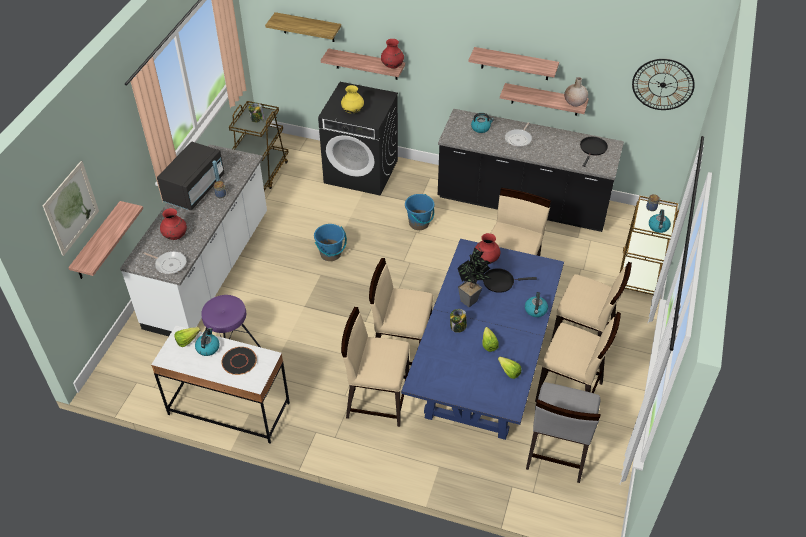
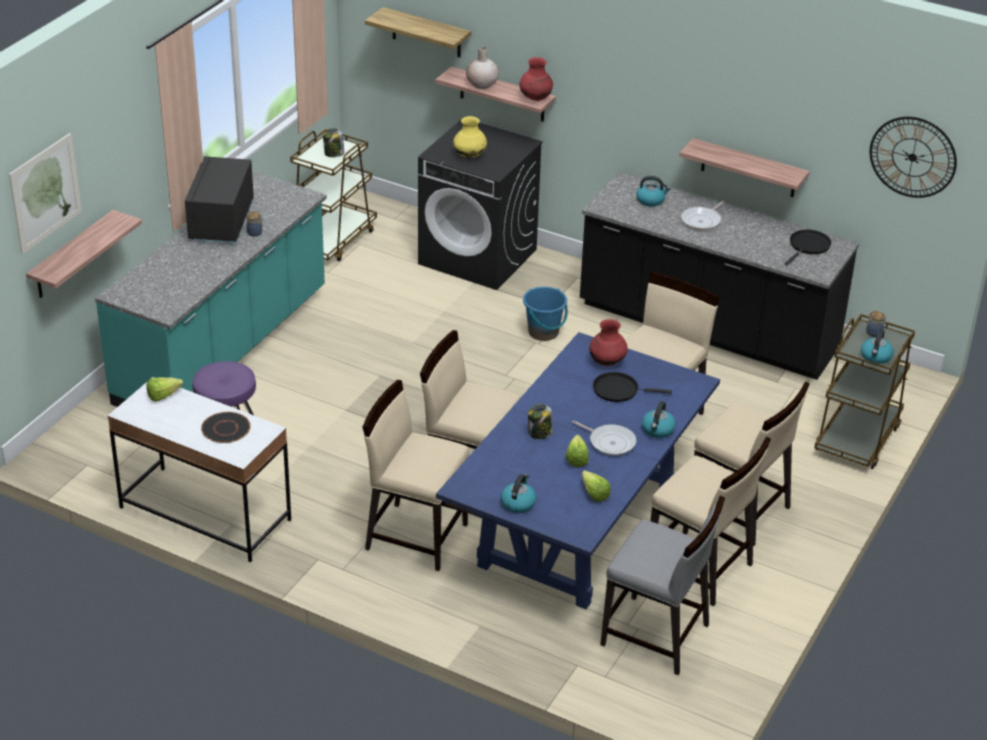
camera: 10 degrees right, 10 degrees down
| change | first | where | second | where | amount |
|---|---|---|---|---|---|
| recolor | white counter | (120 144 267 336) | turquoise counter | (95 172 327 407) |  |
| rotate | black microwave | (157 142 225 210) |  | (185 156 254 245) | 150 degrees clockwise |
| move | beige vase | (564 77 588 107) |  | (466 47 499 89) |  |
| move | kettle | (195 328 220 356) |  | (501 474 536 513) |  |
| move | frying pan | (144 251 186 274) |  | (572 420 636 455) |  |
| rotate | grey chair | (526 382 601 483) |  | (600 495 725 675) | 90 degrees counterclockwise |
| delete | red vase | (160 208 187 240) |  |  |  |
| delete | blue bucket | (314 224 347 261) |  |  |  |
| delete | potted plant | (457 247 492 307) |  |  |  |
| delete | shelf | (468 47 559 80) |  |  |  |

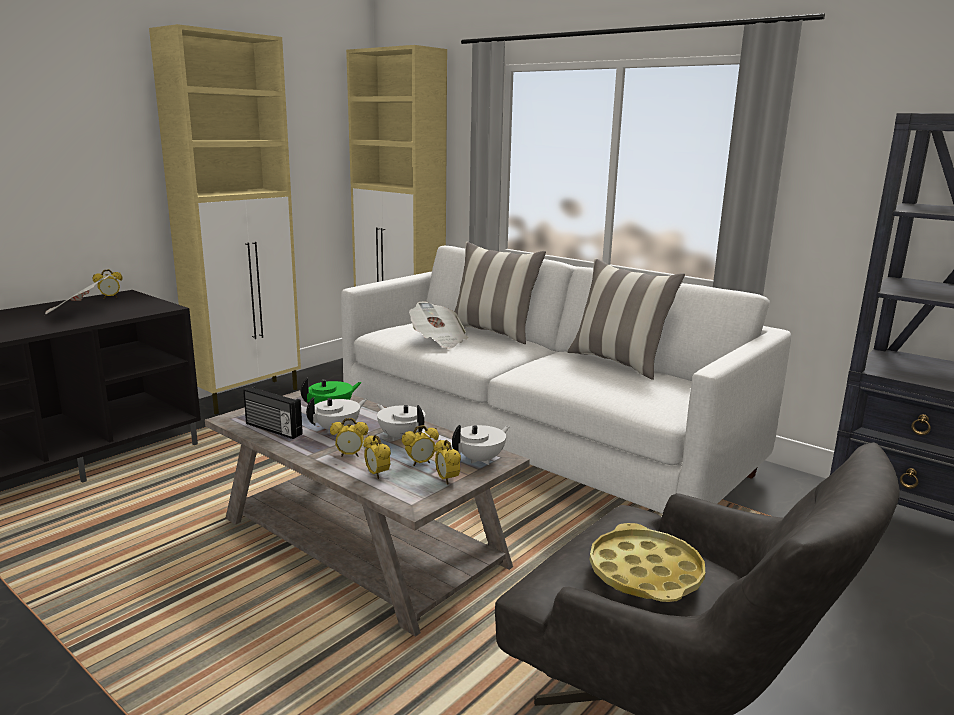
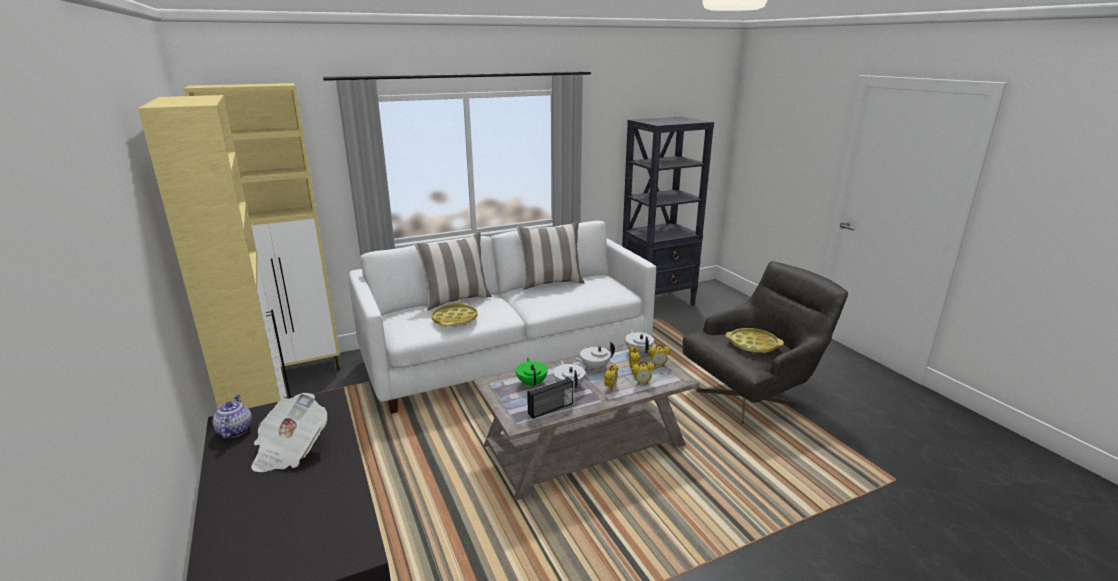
camera: 65 degrees left, 5 degrees up
| change | first | where | second | where | amount |
|---|---|---|---|---|---|
| replace | alarm clock | (92 269 122 299) | teapot | (213 395 252 438) |  |
| replace | newspaper | (409 301 468 349) | yellow tray | (432 302 477 327) |  |

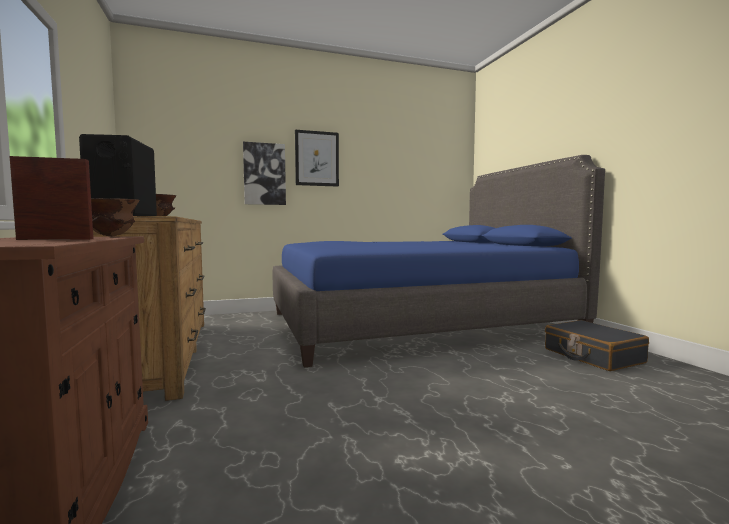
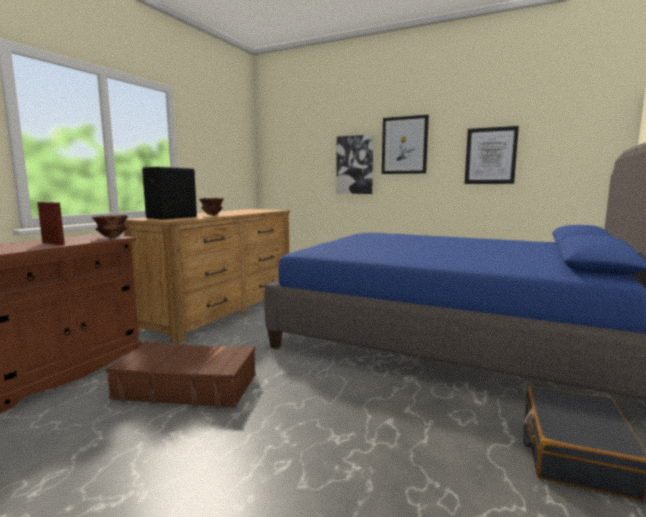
camera: 45 degrees right, 5 degrees up
| change | first | where | second | where | amount |
|---|---|---|---|---|---|
| insert |  |  | brown suitcase | (106 341 256 408) |  |
| insert |  |  | picture | (465 126 519 184) |  |

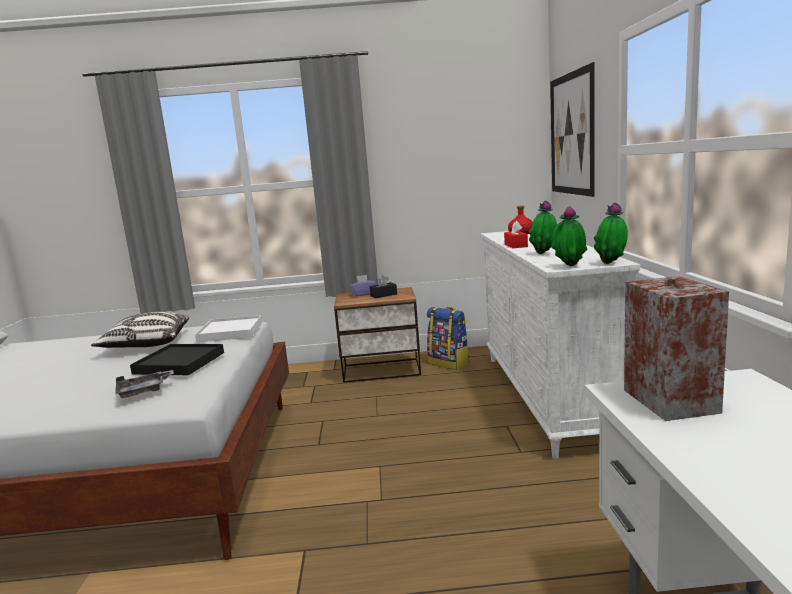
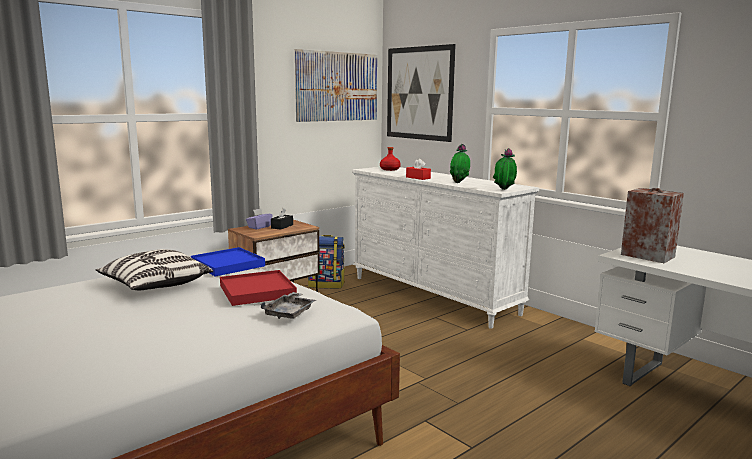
camera: 40 degrees left, 0 degrees up
| change | first | where | second | where | amount |
|---|---|---|---|---|---|
| recolor | white tray | (195 315 262 342) | blue tray | (191 247 265 277) |  |
| recolor | black tray | (130 344 224 375) | red tray | (220 270 297 306) |  |
| insert |  |  | picture | (295 49 377 122) |  |
| delete | potted plant | (594 202 628 264) |  |  |  |

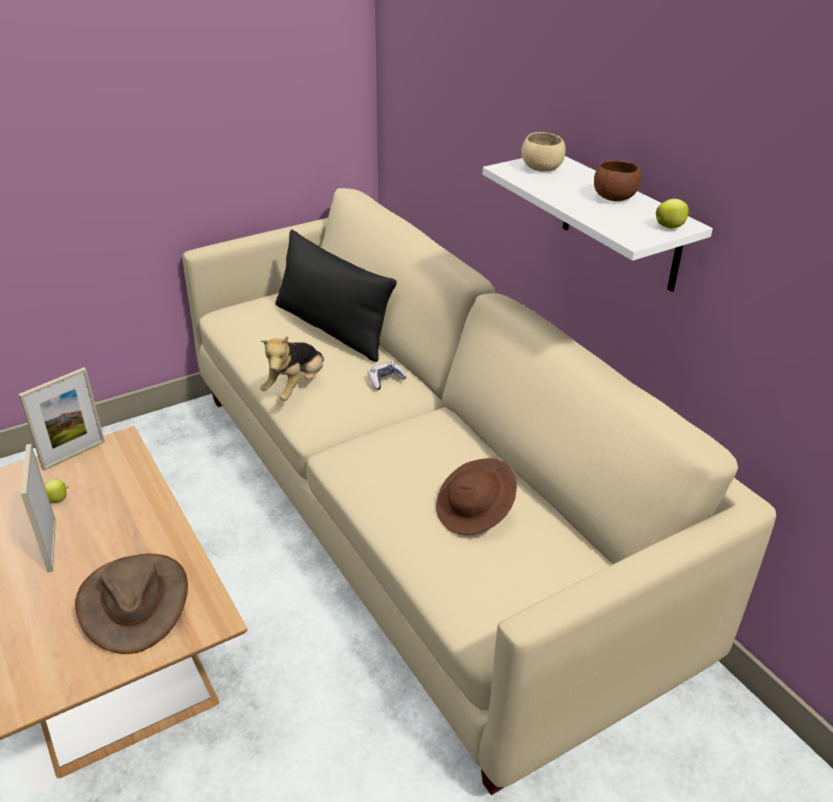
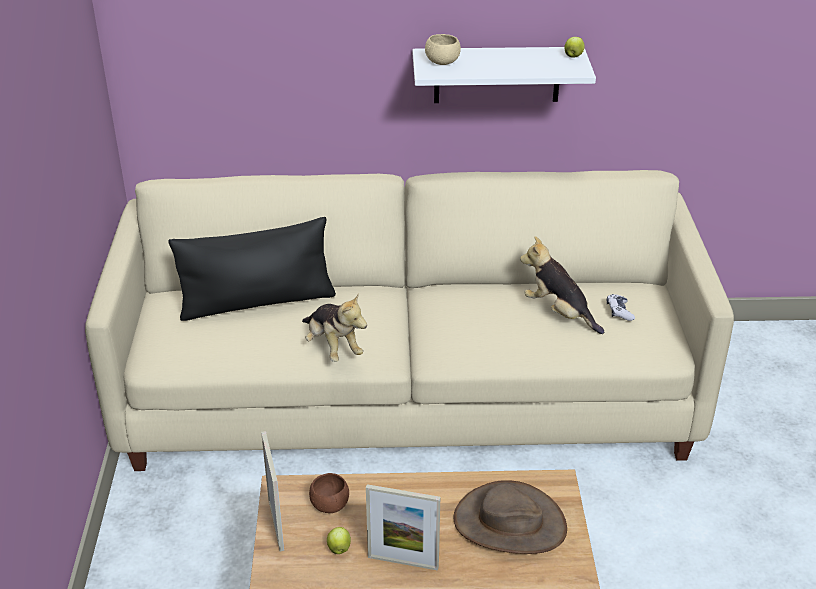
camera: 60 degrees left, 0 degrees up
| change | first | where | second | where | amount |
|---|---|---|---|---|---|
| move | brown bowl | (594 160 641 201) |  | (309 473 349 513) |  |
| replace | brown hat | (436 458 517 535) | plush toy | (520 236 604 334) |  |
| move | game controller | (368 361 407 390) |  | (606 294 635 321) |  |

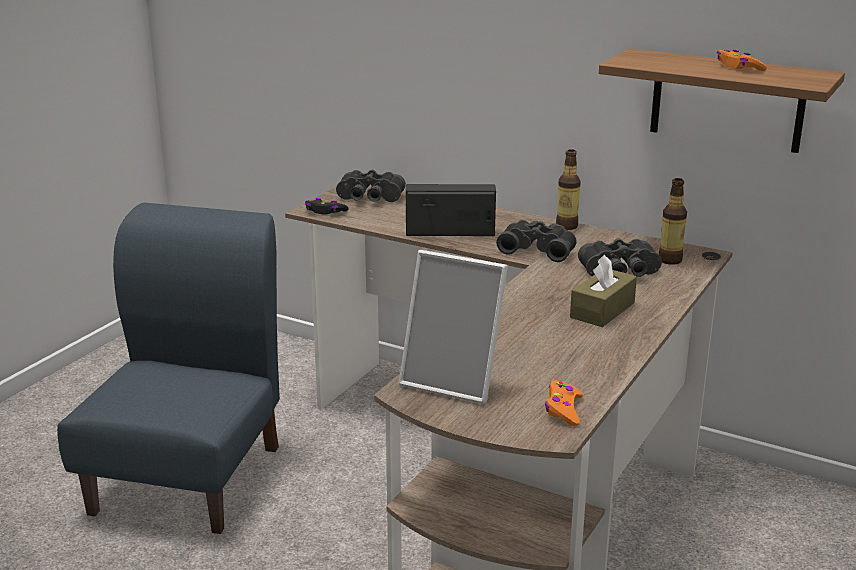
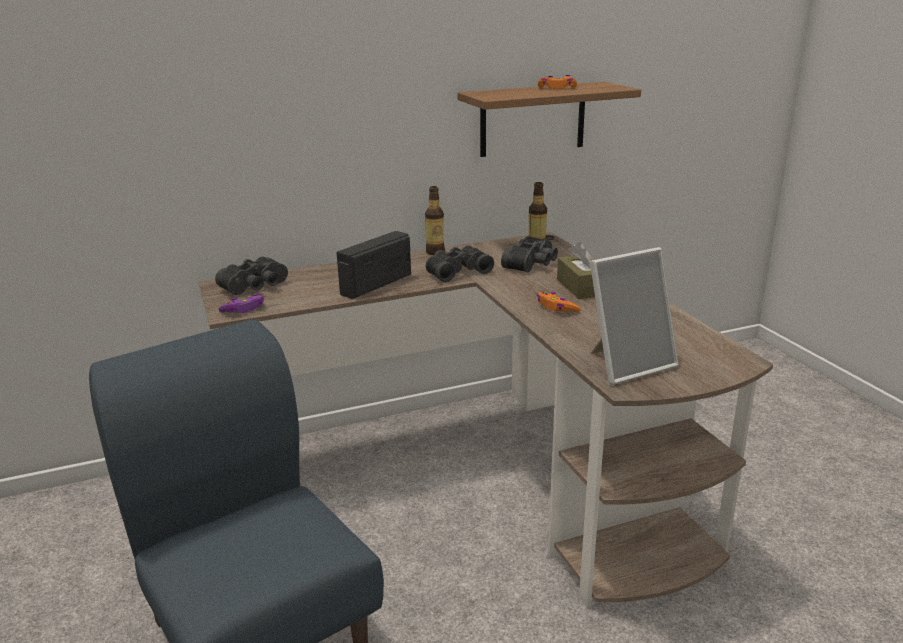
camera: 50 degrees left, 0 degrees up
| change | first | where | second | where | amount |
|---|---|---|---|---|---|
| recolor | black game controller | (305 198 349 215) | purple game controller | (219 294 264 313) |  |
| move | orange game controller | (545 380 583 426) |  | (537 292 581 312) |  |

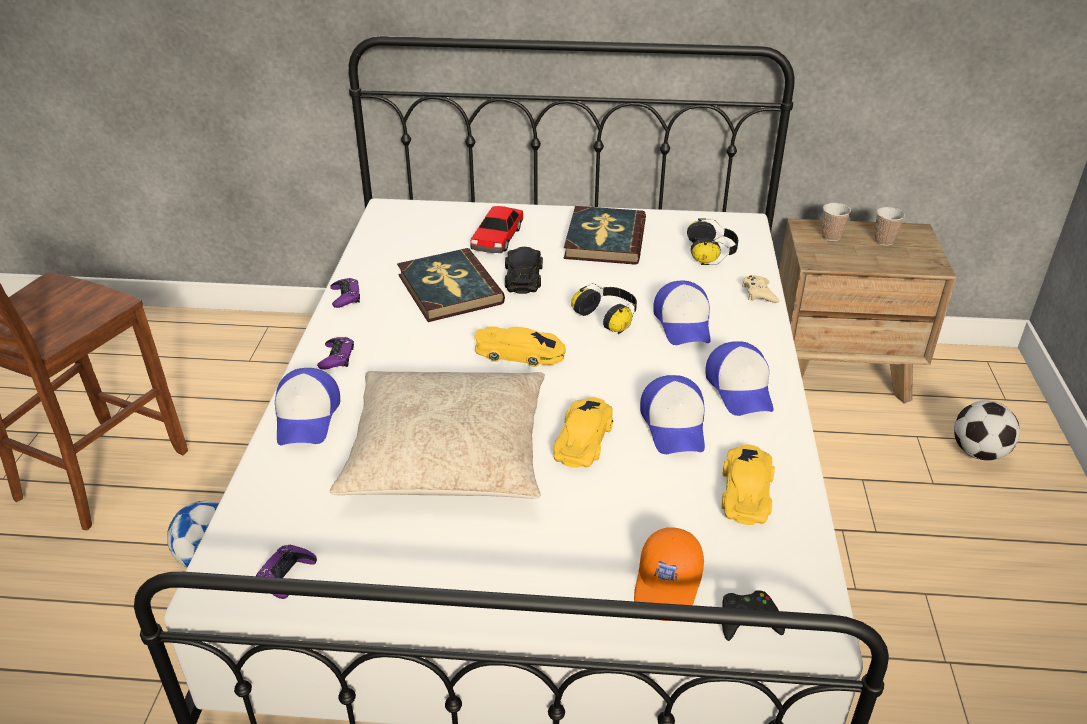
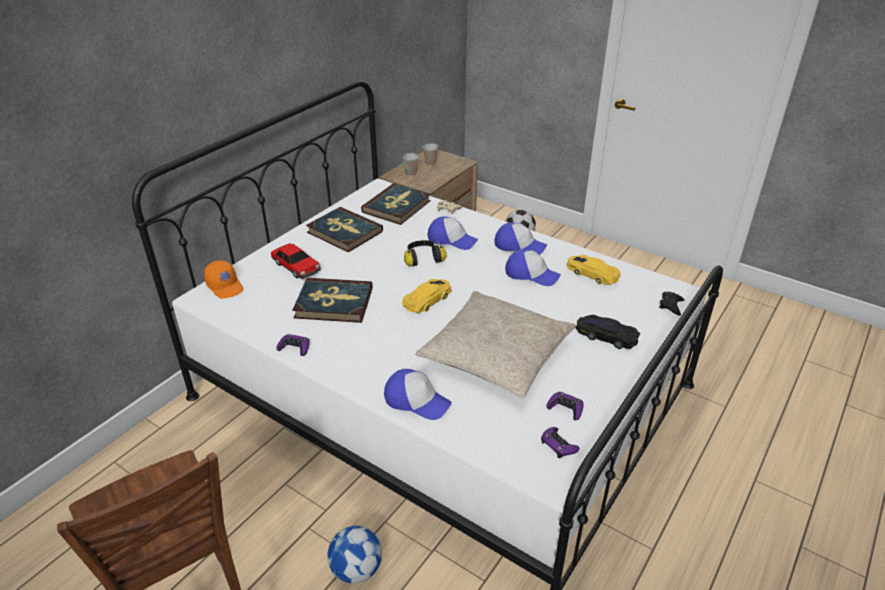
camera: 60 degrees left, 0 degrees up
| change | first | where | second | where | amount |
|---|---|---|---|---|---|
| move | orange cap | (634 527 704 621) |  | (204 260 244 299) |  |
| replace | headphones | (687 218 738 265) | book | (361 183 431 225) |  |
| move | purple game controller | (317 337 354 370) |  | (546 392 584 421) |  |
| move | black toy car | (505 247 543 294) |  | (575 315 640 349) |  |
| delete | yellow toy car | (554 397 613 468) |  |  |  |

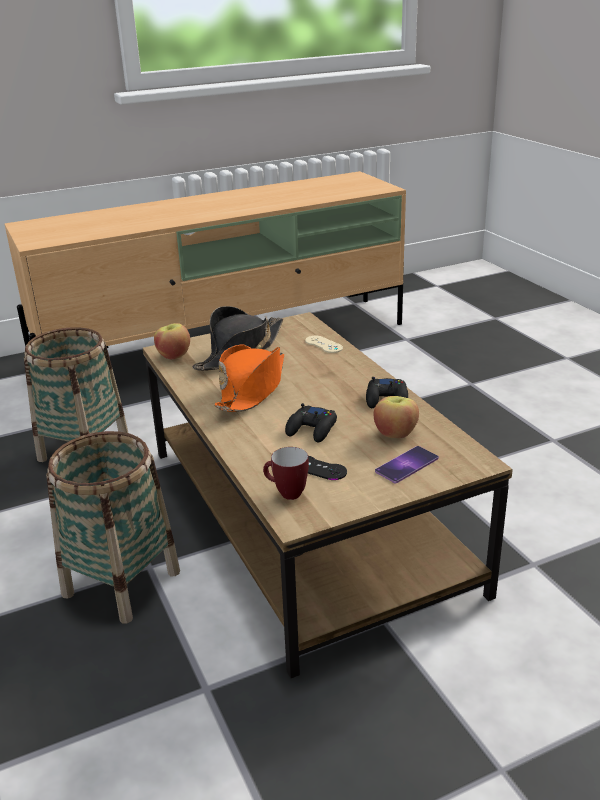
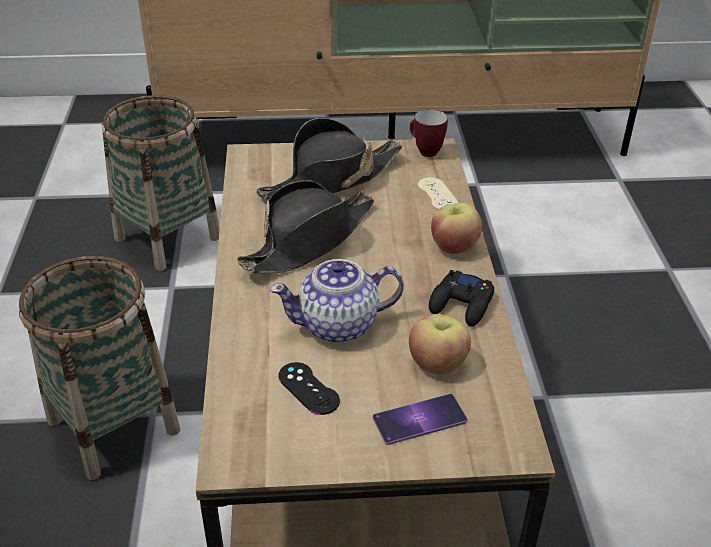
camera: 20 degrees right, 10 degrees up
| change | first | where | second | where | amount |
|---|---|---|---|---|---|
| recolor | orange hat | (214 344 284 412) | black hat | (237 180 374 274) |  |
| replace | black game controller | (285 403 337 442) | teapot | (269 259 404 343) |  |
| move | mug | (263 447 309 500) |  | (410 109 448 157) |  |
| move | apple | (154 323 190 359) |  | (431 203 482 254) |  |

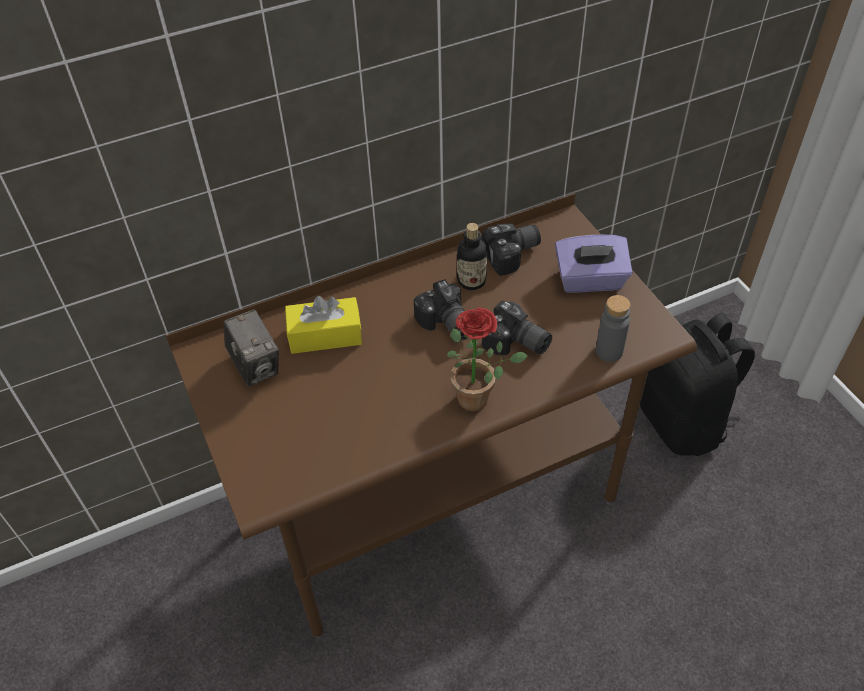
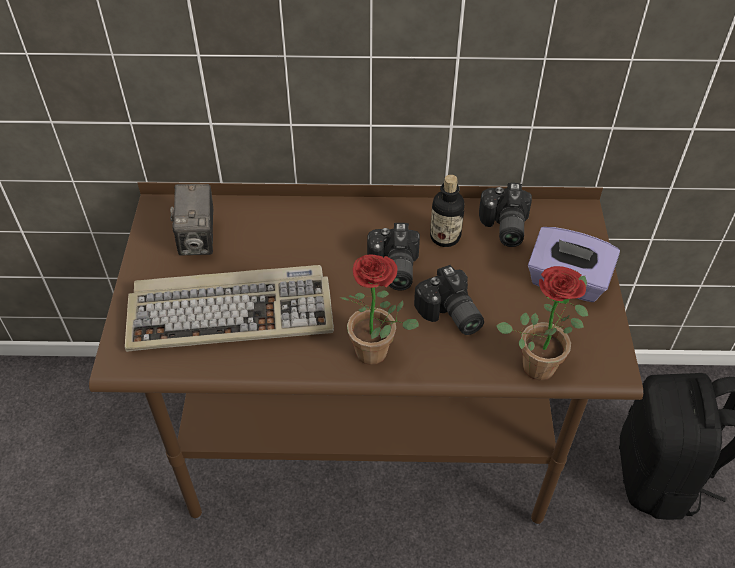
camera: 25 degrees right, 0 degrees up
| change | first | where | second | where | amount |
|---|---|---|---|---|---|
| insert |  |  | keyboard | (125 265 334 352) |  |
| rotate | photo camera | (482 224 541 276) |  | (479 183 532 247) | 90 degrees clockwise |
| replace | grey bottle | (595 295 630 362) | potted plant | (496 266 588 381) |  |
| delete | yellow tissue box | (285 296 362 354) |  |  |  |

